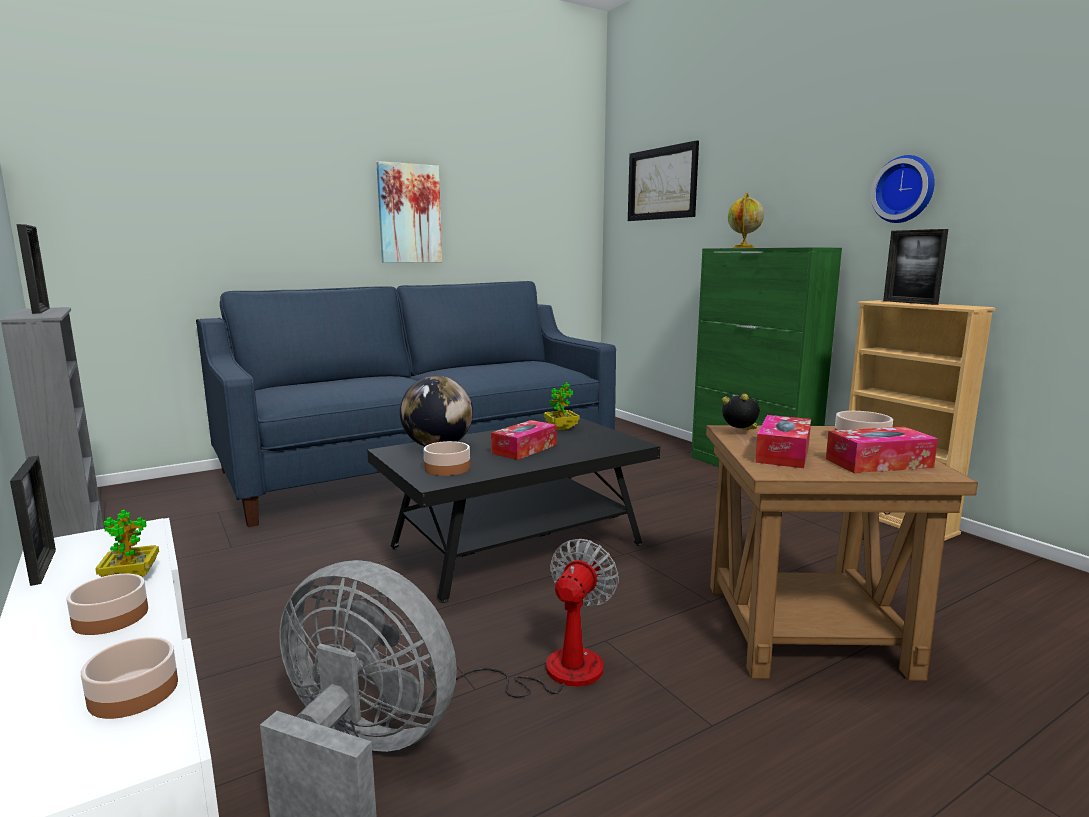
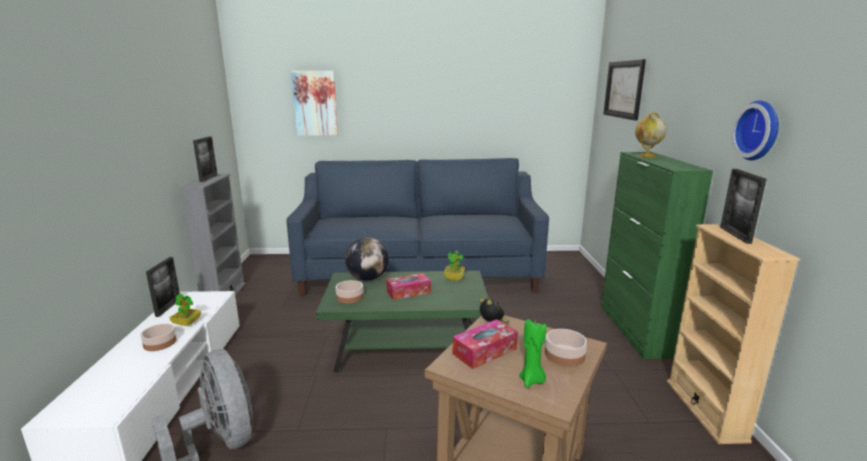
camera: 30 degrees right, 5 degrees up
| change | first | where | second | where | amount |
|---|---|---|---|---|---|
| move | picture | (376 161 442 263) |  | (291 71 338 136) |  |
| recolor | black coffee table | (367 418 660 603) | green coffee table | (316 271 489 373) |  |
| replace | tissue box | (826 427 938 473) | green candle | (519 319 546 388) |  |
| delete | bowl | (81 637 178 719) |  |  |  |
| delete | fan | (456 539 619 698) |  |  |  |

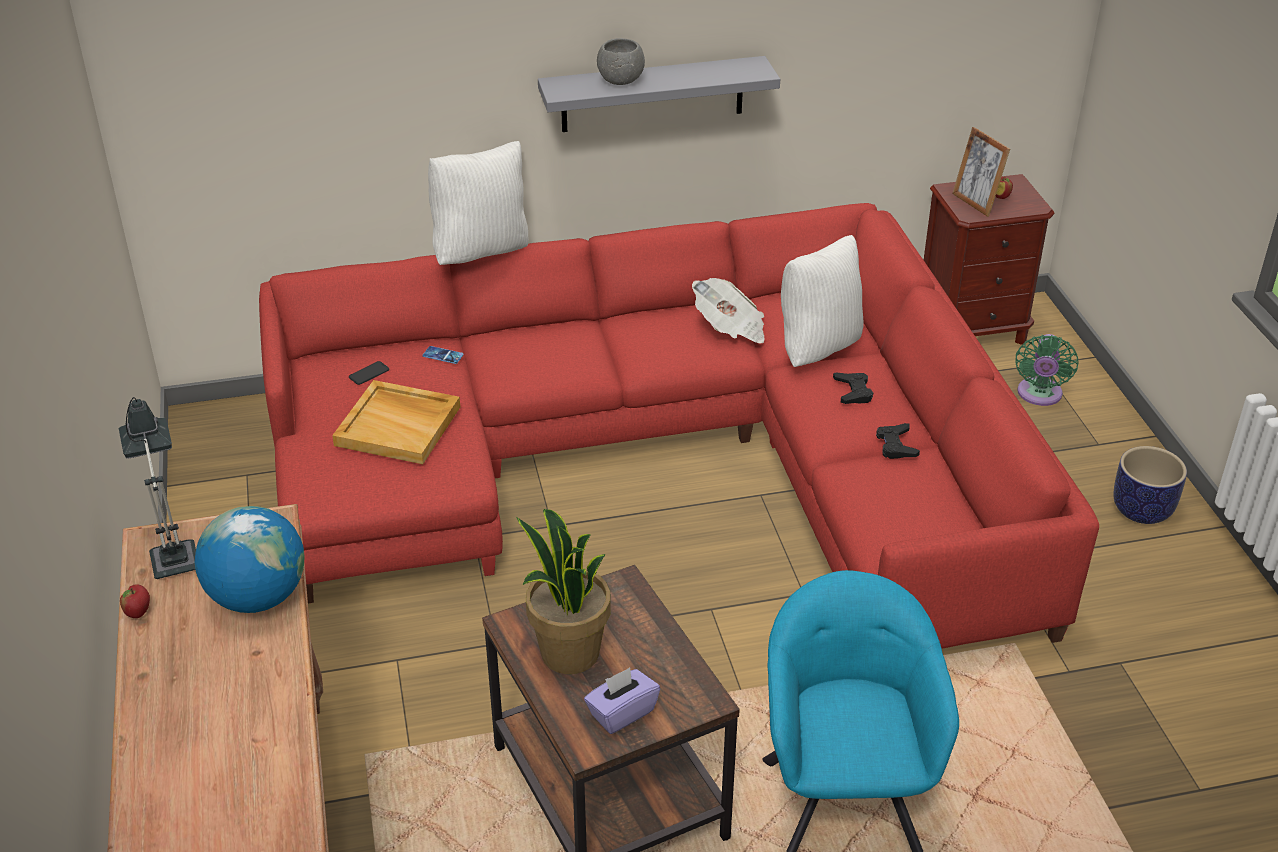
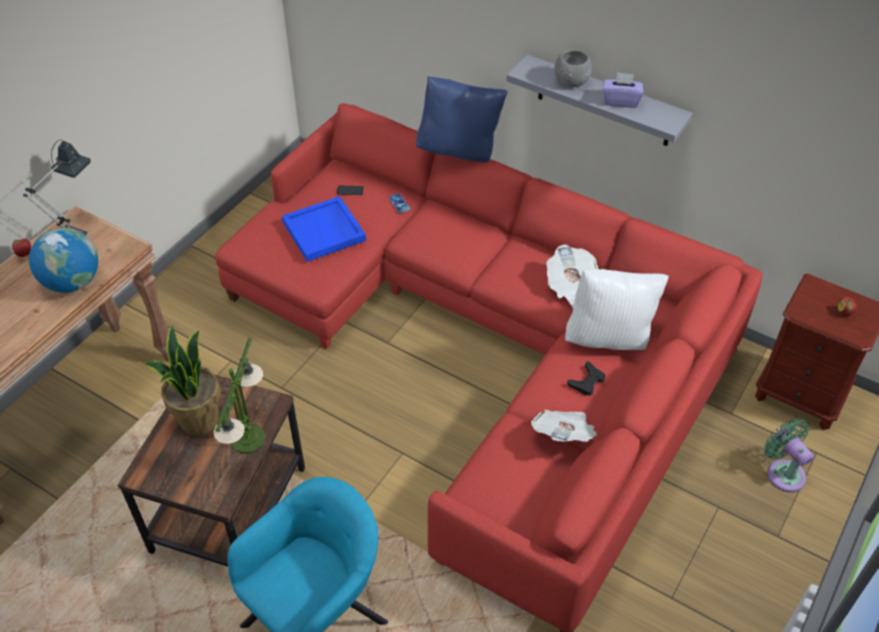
camera: 45 degrees right, 10 degrees up
| change | first | where | second | where | amount |
|---|---|---|---|---|---|
| insert |  |  | table lamp | (214 338 266 453) |  |
| recolor | beige tray | (332 380 460 464) | blue tray | (282 196 366 262) |  |
| recolor | white pillow | (428 141 528 265) | blue pillow | (416 76 508 163) |  |
| replace | black game controller | (876 423 920 459) | newspaper | (531 410 597 442) |  |
| move | purple tissue box | (584 668 660 734) |  | (603 72 644 108) |  |
| rotate | green fan | (1015 334 1078 406) |  | (764 418 814 492) | 90 degrees clockwise |
| delete | picture frame | (952 127 1010 217) |  |  |  |
| delete | planter | (1113 446 1187 524) |  |  |  |

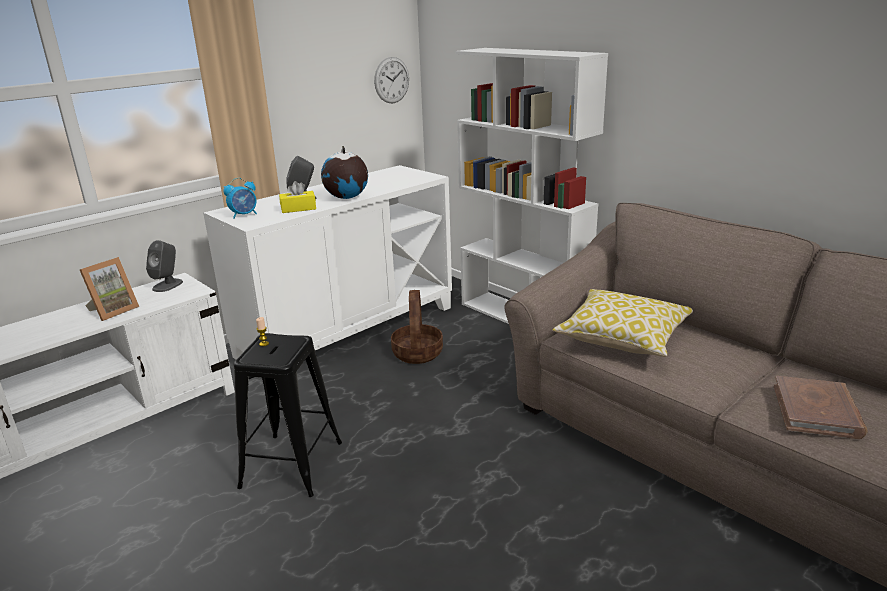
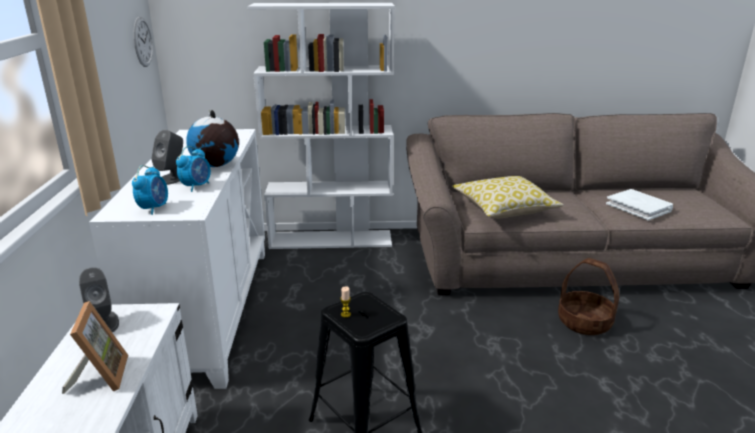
camera: 50 degrees left, 0 degrees up
| change | first | where | second | where | amount |
|---|---|---|---|---|---|
| replace | yellow tissue box | (279 181 316 213) | alarm clock | (176 146 211 192) |  |
| move | basket | (391 290 443 364) |  | (558 258 619 335) |  |
| recolor | brown book | (774 376 868 439) | white book | (606 189 673 220) |  |

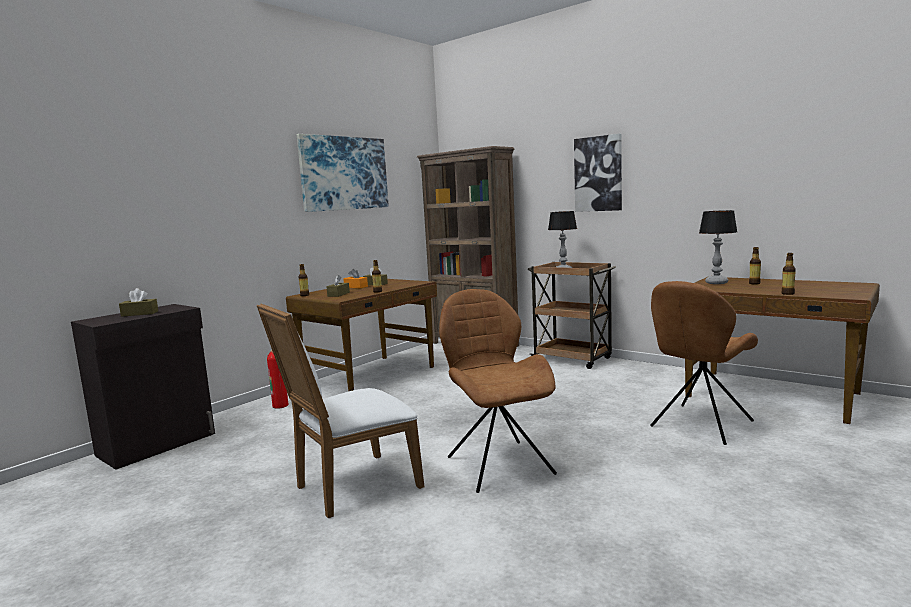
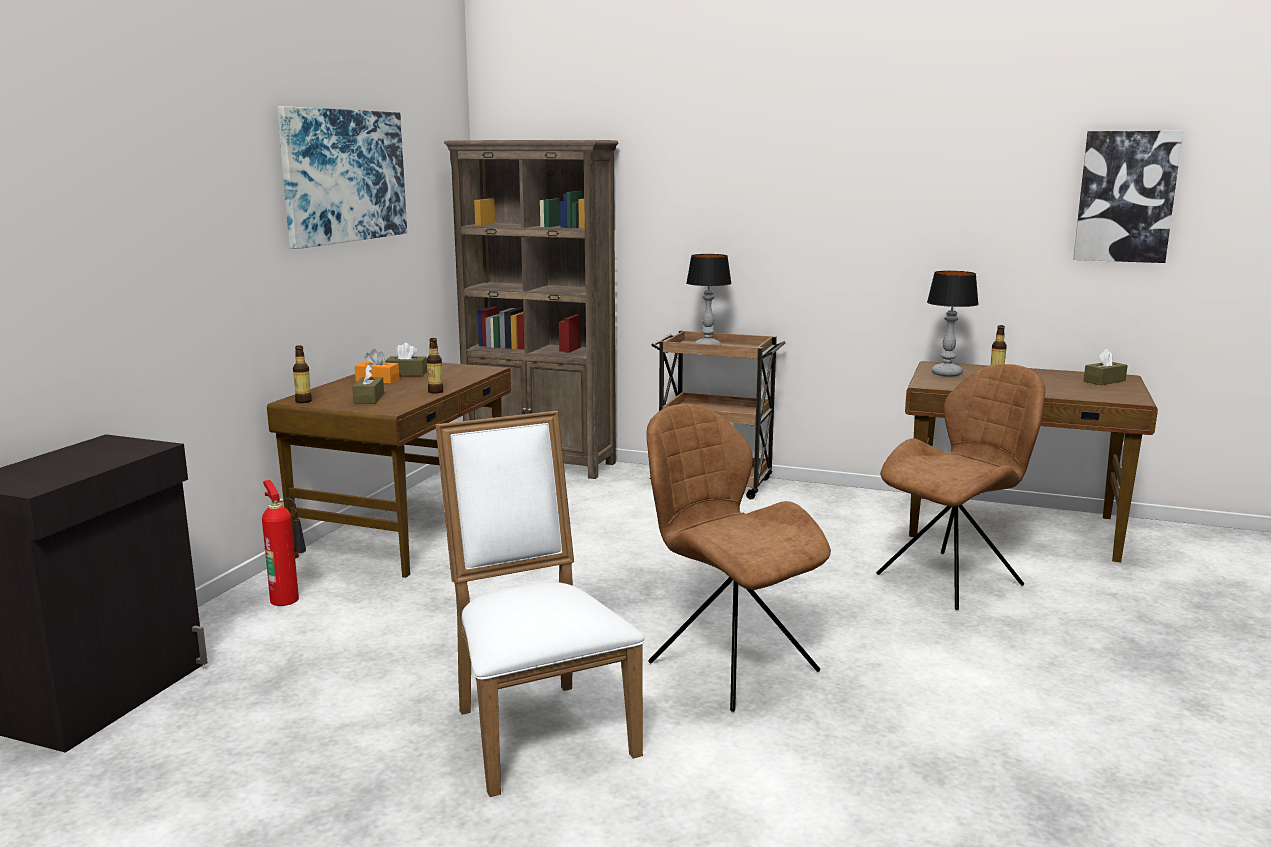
camera: 20 degrees left, 5 degrees up
| change | first | where | second | where | amount |
|---|---|---|---|---|---|
| rotate | white chair | (257 304 424 518) |  | (435 411 644 797) | 120 degrees clockwise |
| rotate | brown chair | (651 281 758 445) |  | (876 364 1045 610) | 150 degrees counterclockwise |
| move | picture | (574 134 622 212) |  | (1073 131 1183 263) |  |
| move | brown tissue box | (119 288 158 317) |  | (1084 349 1128 385) |  |
| delete | bottle | (781 253 796 295) |  |  |  |

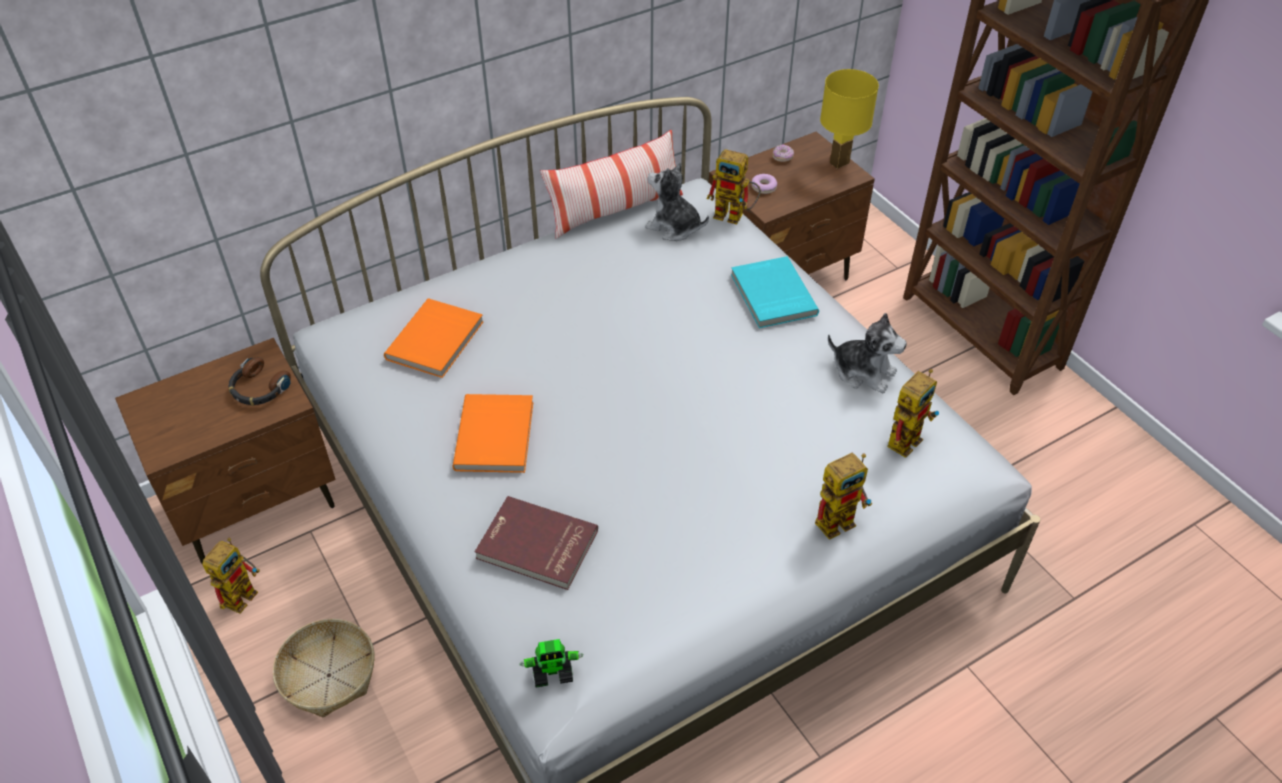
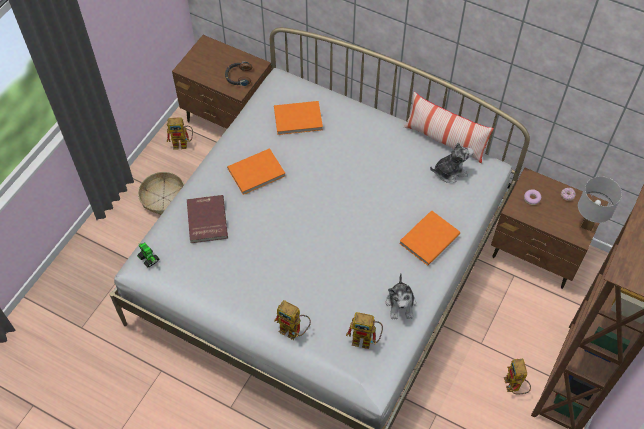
camera: 60 degrees right, 10 degrees up
| change | first | where | second | where | amount |
|---|---|---|---|---|---|
| recolor | turquoise book | (731 256 819 328) | orange book | (399 210 460 266) |  |
| rotate | plush toy | (645 162 709 241) |  | (430 142 474 183) | 75 degrees clockwise |
| move | toy robot | (706 149 761 225) |  | (504 359 531 394) |  |
| recolor | yellow table lamp | (820 69 879 169) | white table lamp | (578 176 622 231) |  |

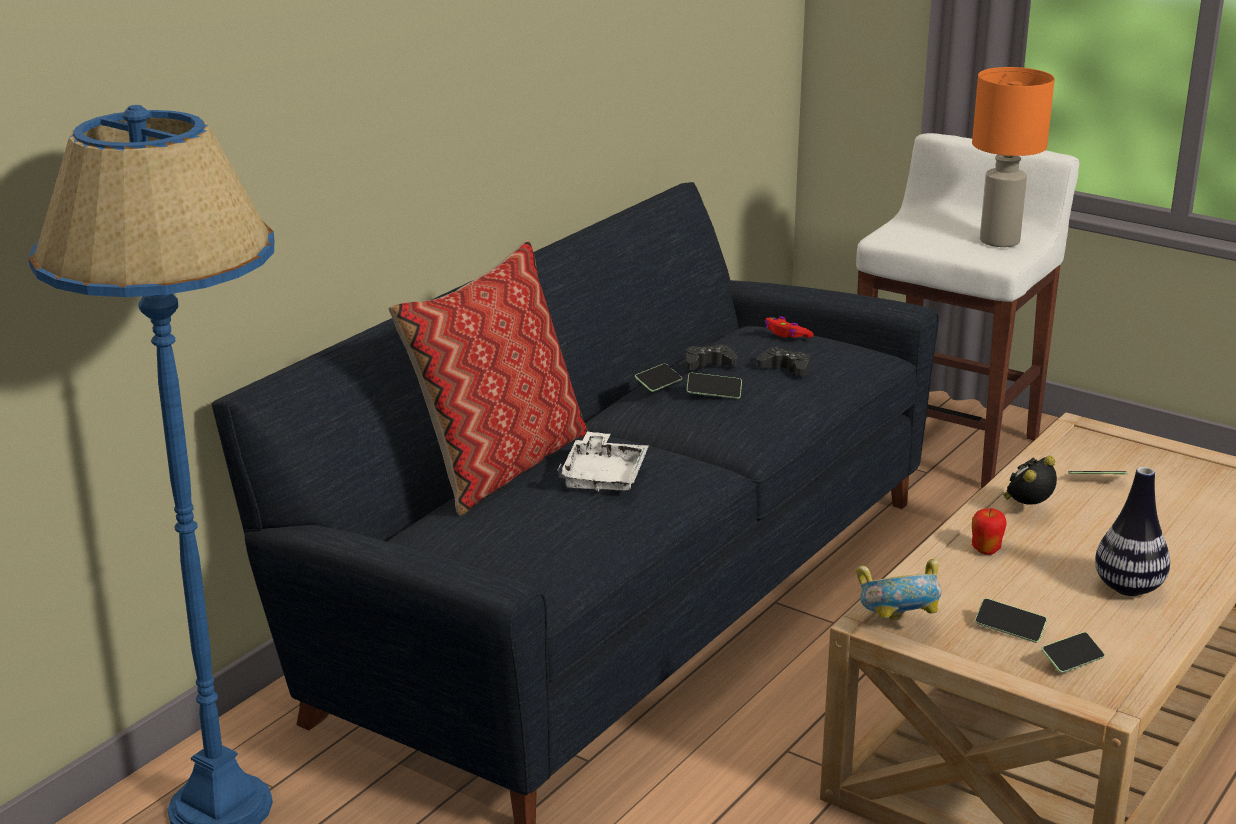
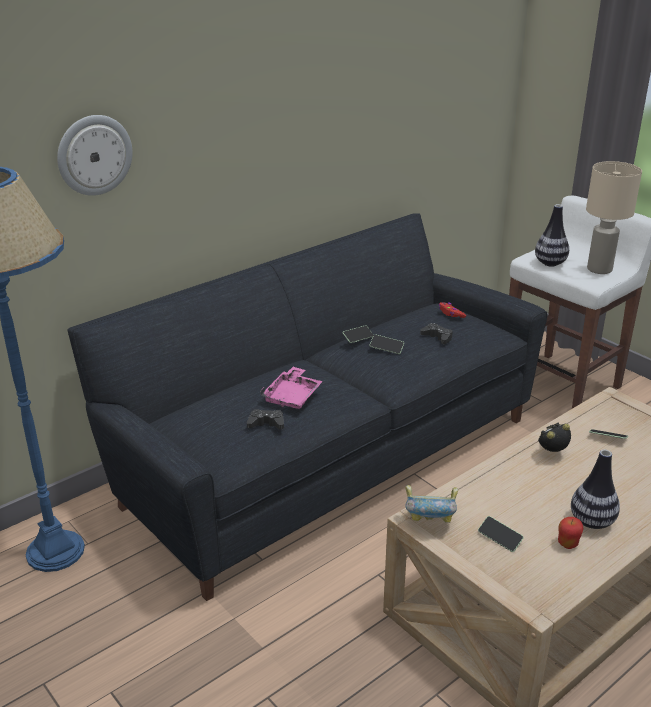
camera: 15 degrees right, 5 degrees up
| change | first | where | second | where | amount |
|---|---|---|---|---|---|
| insert |  |  | wall clock | (57 115 133 196) |  |
| move | black game controller | (686 344 738 370) |  | (247 409 284 430) |  |
| recolor | white tray | (558 431 649 493) | pink tray | (260 367 323 409) |  |
| insert |  |  | vase | (535 204 569 267) |  |
| move | apple | (972 508 1006 555) |  | (558 517 584 549) |  |
| recolor | orange table lamp | (972 67 1055 247) | beige table lamp | (586 161 642 274) |  |
| delete | pillow | (389 240 588 516) |  |  |  |
| delete | phone | (1041 632 1105 673) |  |  |  |

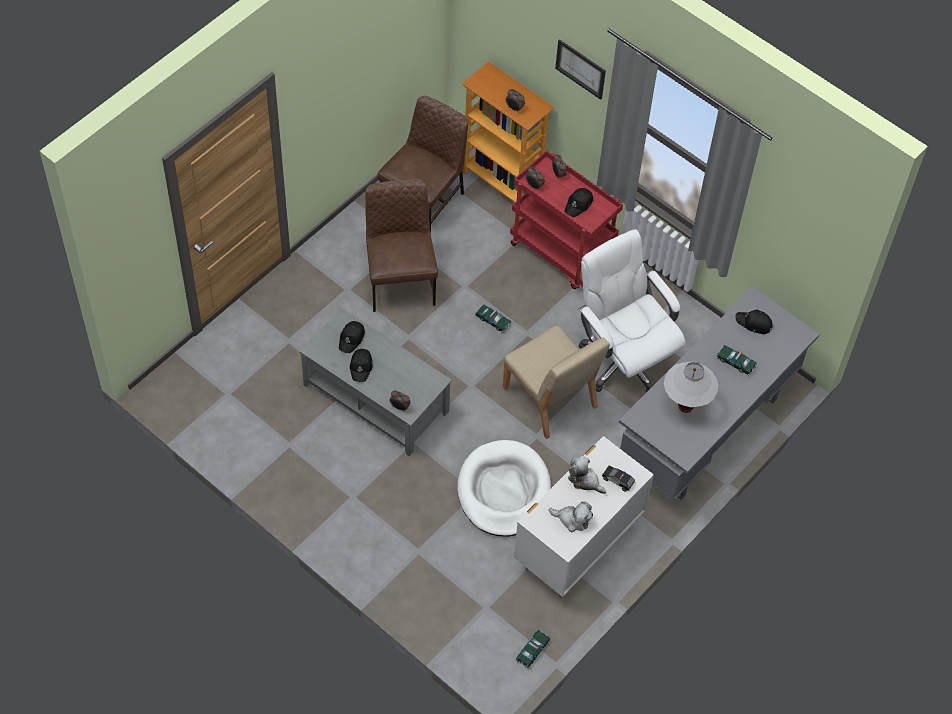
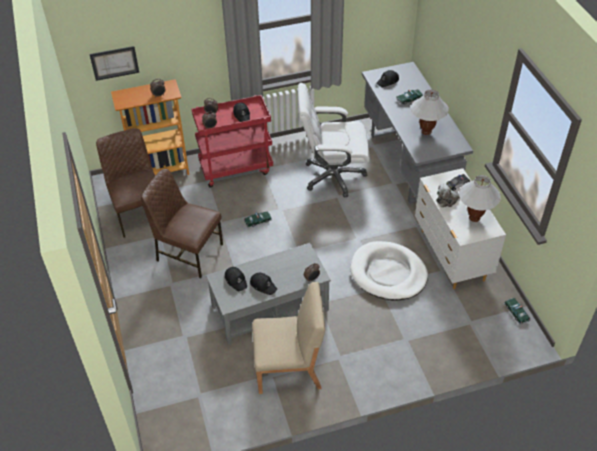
camera: 55 degrees left, 10 degrees down
| change | first | where | second | where | amount |
|---|---|---|---|---|---|
| move | picture | (555 39 606 100) |  | (89 46 139 81) |  |
| move | beige chair | (503 326 610 439) |  | (252 282 325 394) |  |
| replace | plush toy | (549 502 593 532) | white table lamp | (459 175 501 222) |  |

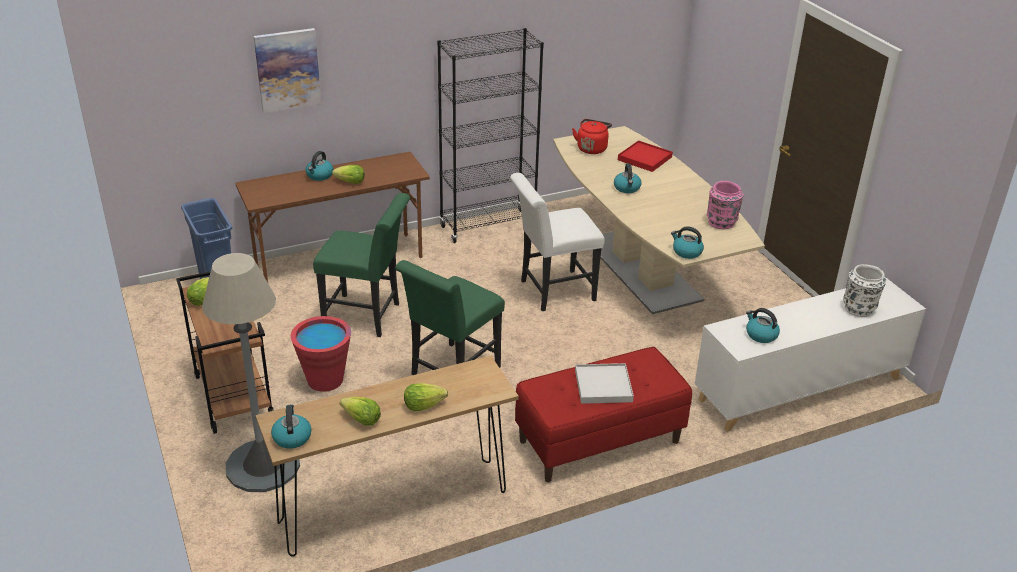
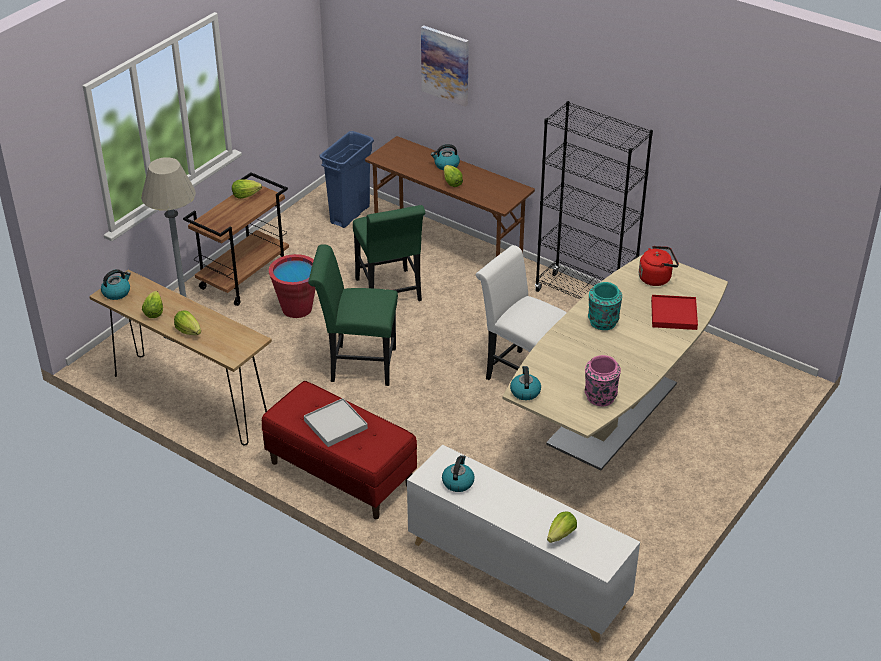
camera: 60 degrees right, 5 degrees up
| change | first | where | second | where | amount |
|---|---|---|---|---|---|
| replace | white vase | (843 264 886 317) | lettuce | (547 512 577 543) |  |
| replace | kettle | (614 163 641 193) | turquoise vase | (588 282 622 330) |  |

